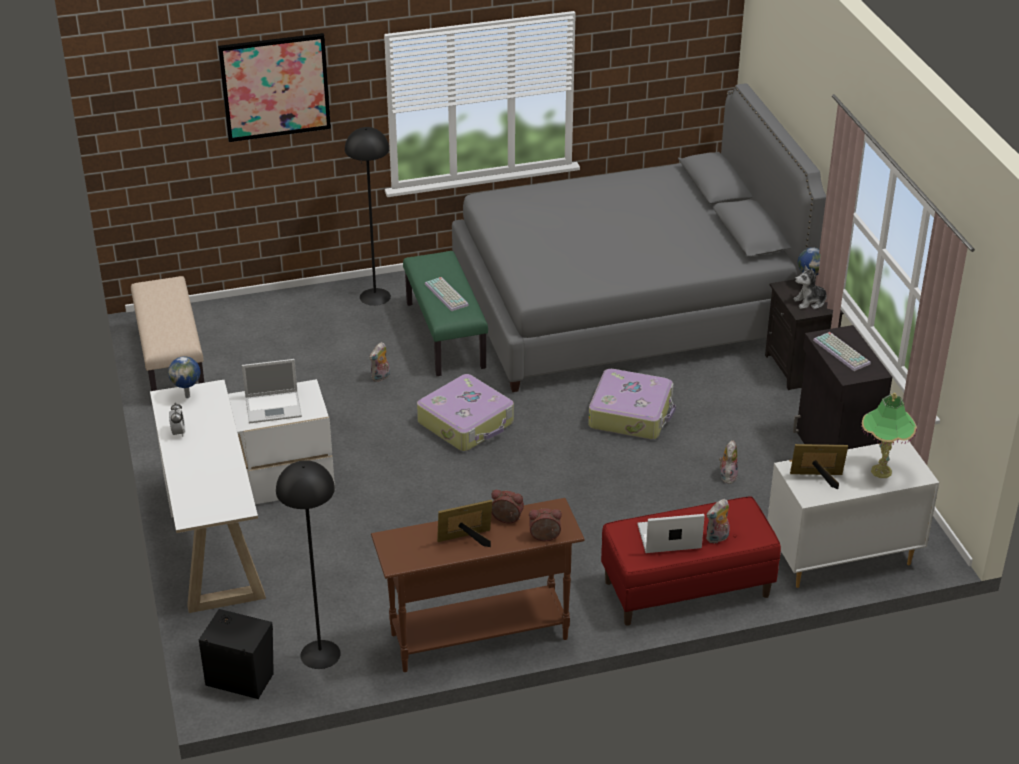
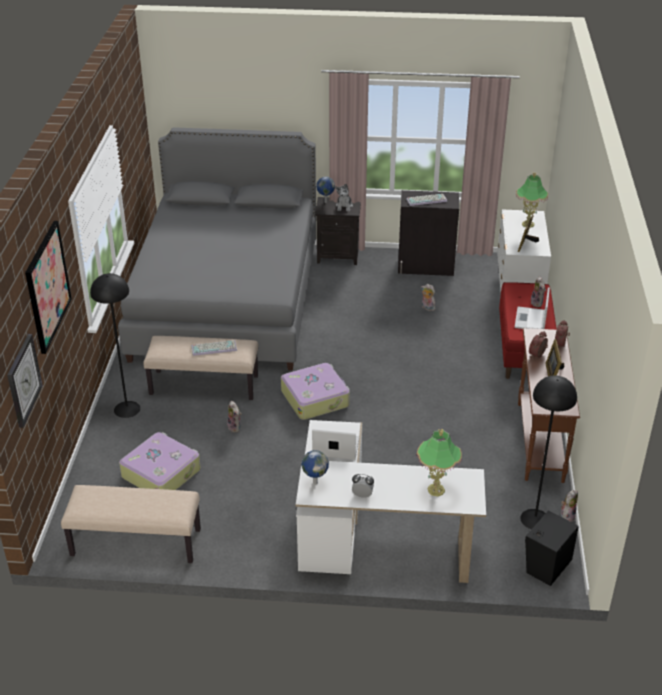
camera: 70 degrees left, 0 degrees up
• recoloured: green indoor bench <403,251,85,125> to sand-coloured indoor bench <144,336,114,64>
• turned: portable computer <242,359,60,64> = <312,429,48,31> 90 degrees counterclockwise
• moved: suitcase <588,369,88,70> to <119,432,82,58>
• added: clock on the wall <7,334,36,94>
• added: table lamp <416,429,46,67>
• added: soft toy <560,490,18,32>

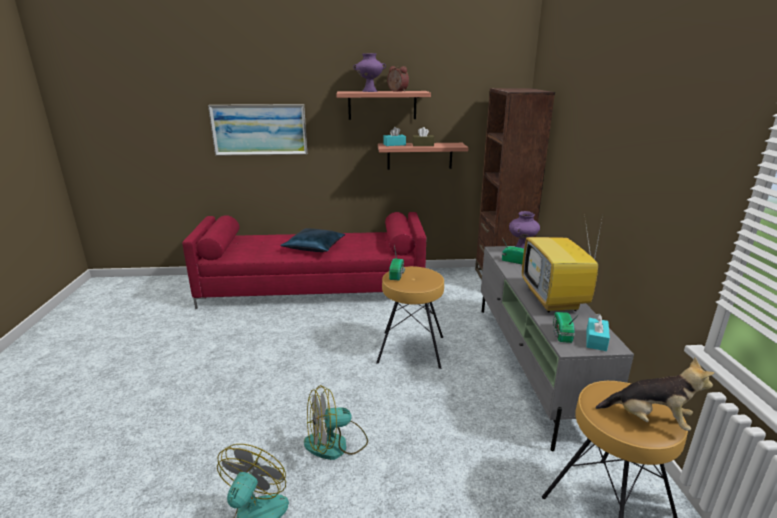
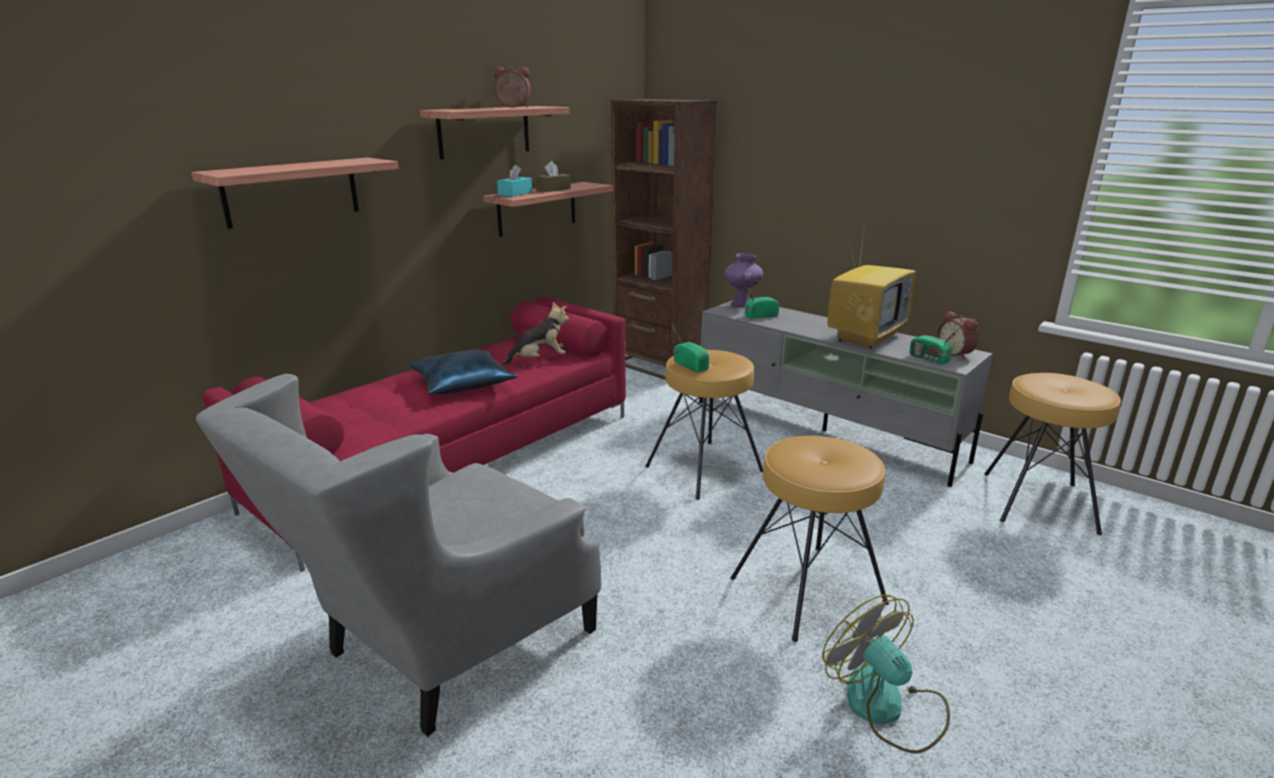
camera: 45 degrees left, 0 degrees up
• removed: purple vase <353,53,33,39>
• replaced: picture <208,104,99,52> to bracket shelf <191,157,208,72>
• turned: TV set <522,215,81,97> = <827,224,89,124> 90 degrees counterclockwise
• replaced: turquoise-coloured tissue box <586,314,24,37> to bedside clock <937,311,42,48>
• moved: soft toy <595,358,119,73> to <502,302,67,64>
• replaced: cooling fan <304,385,64,75> to brown stool <731,436,158,206>
• added: greyish lounge chair <196,374,405,363>

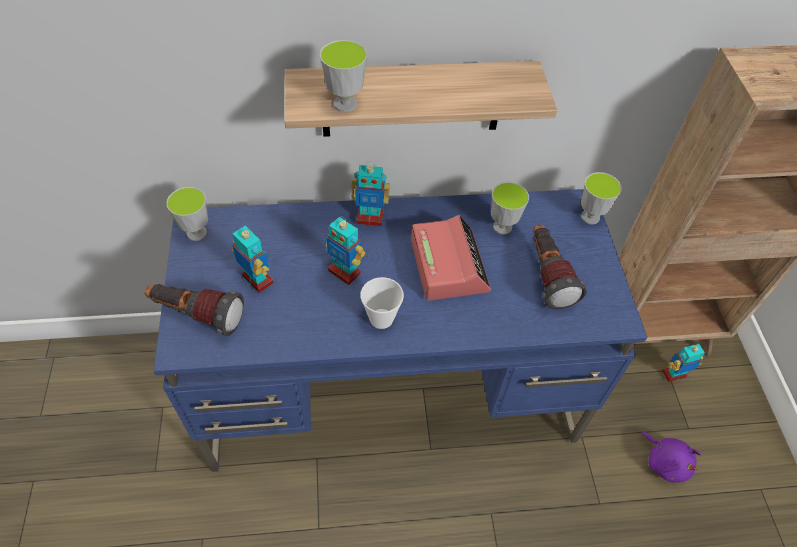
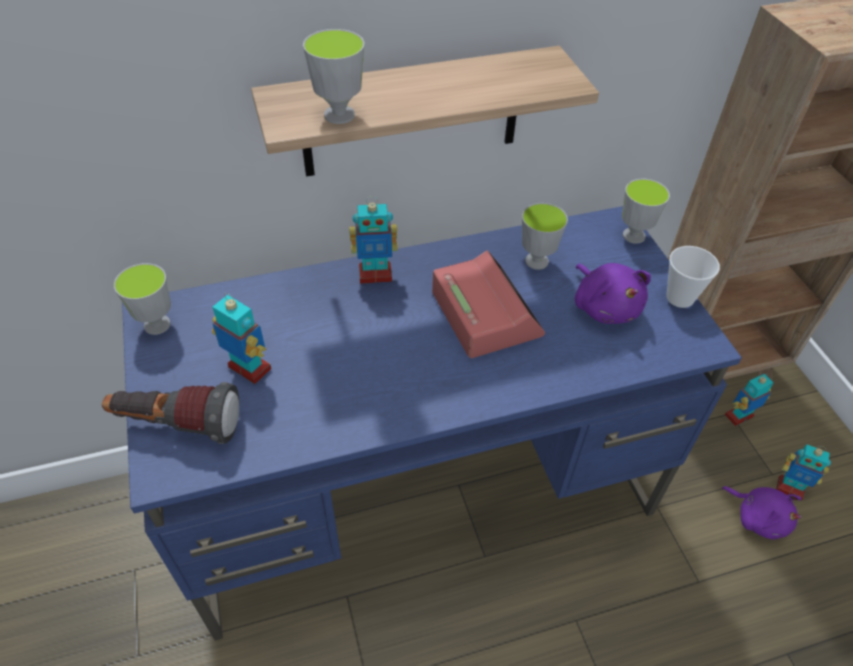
camera: 10 degrees left, 5 degrees down
• moved: model robot <326,217,39,68> to <776,444,55,57>
• replaced: flashlight <533,225,54,84> to purple soft toy <575,263,76,61>
• moved: drinking cup <360,277,44,52> to <666,246,54,62>

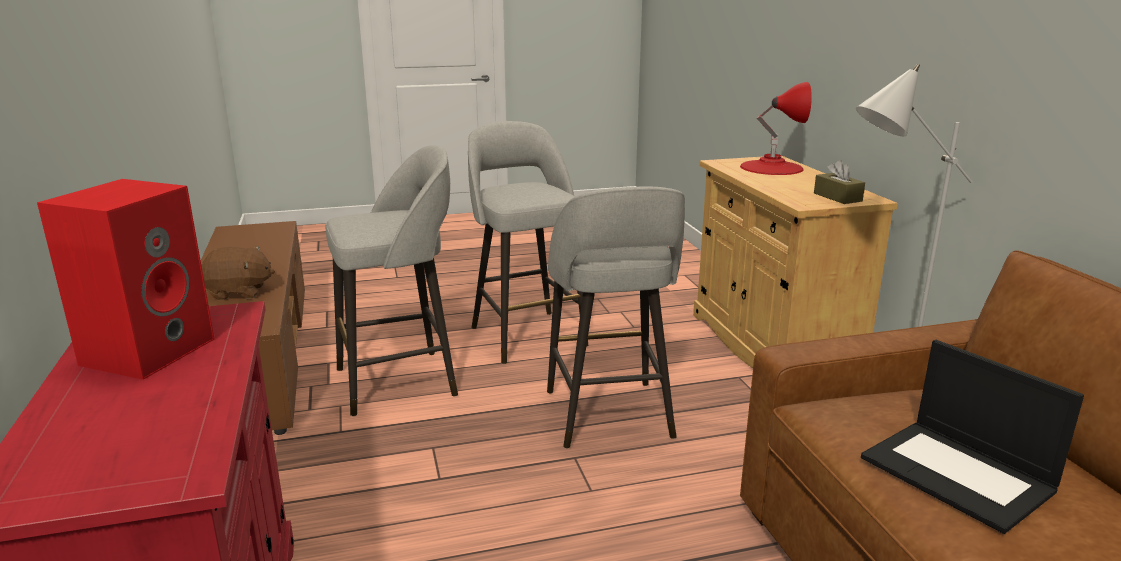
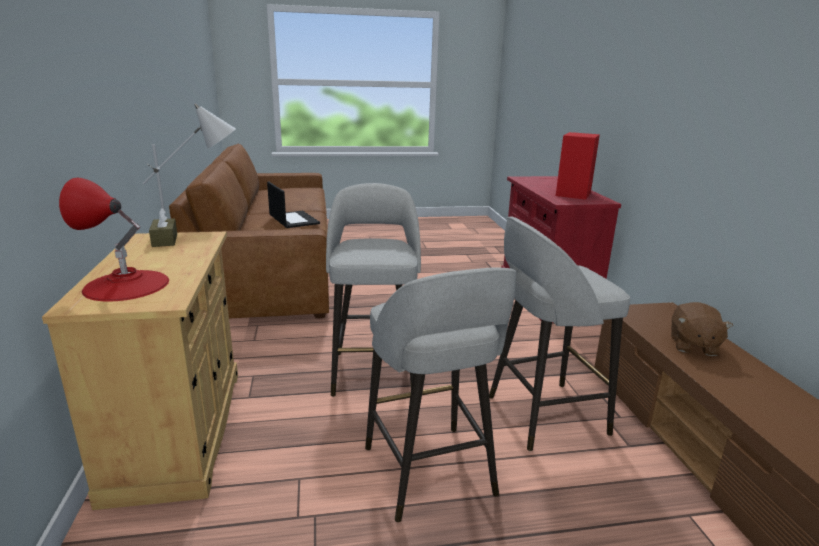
camera: 175 degrees left, 0 degrees up
• turned: brown soft toy <201,246,74,54> = <671,302,62,54> 75 degrees counterclockwise

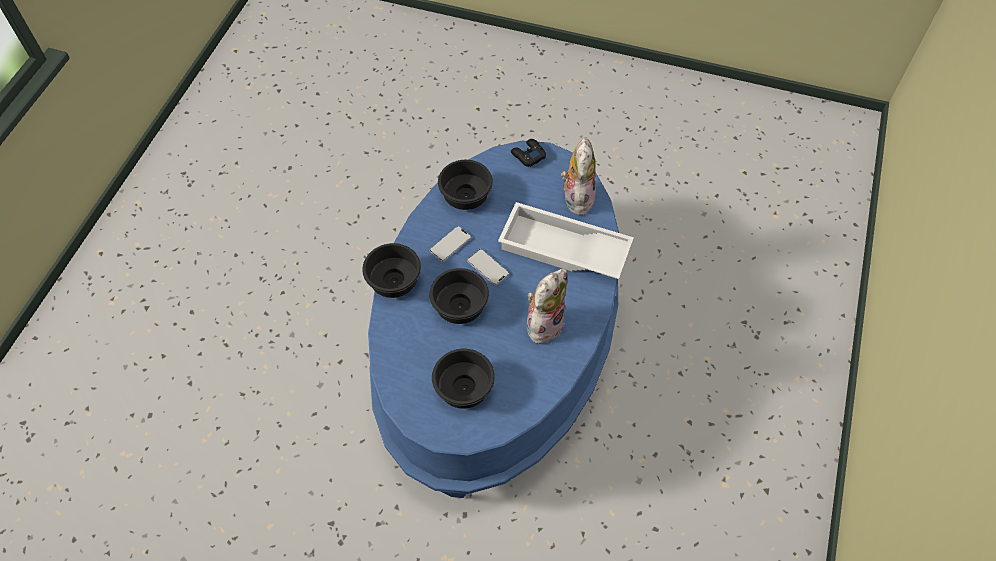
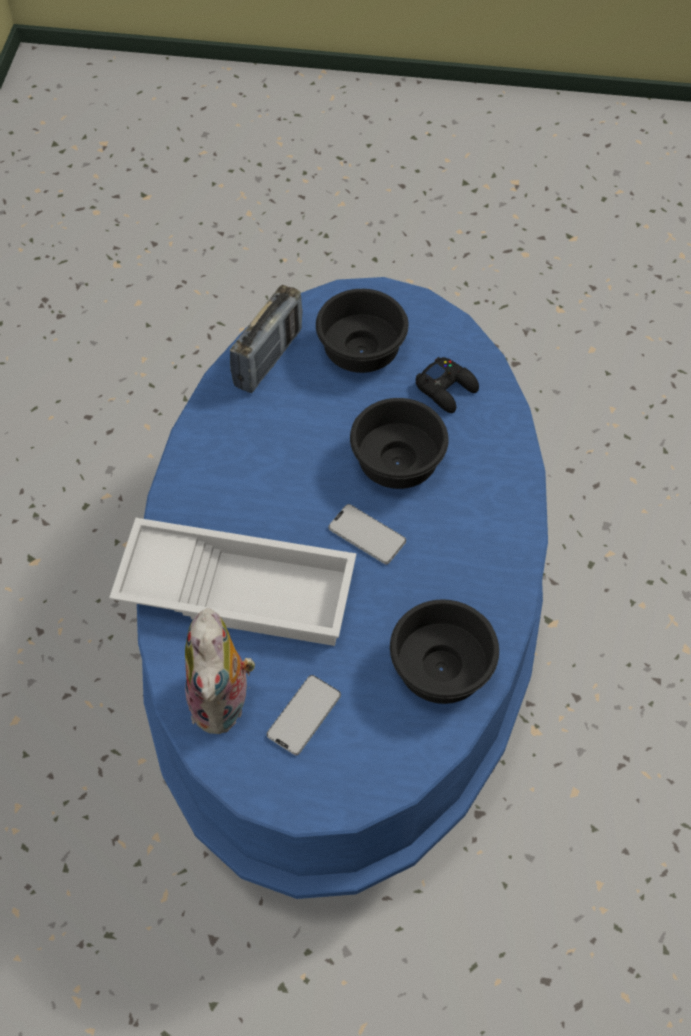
camera: 170 degrees right, 0 degrees up
• moved: blackish gamepad <511,139,35,28> to <415,357,64,56>
• moved: handset <430,226,41,36> to <267,675,74,80>
• removed: blackish serving bowl <362,243,59,55>
• removed: soft toy <527,268,40,76>
• added: radio set <230,285,72,108>

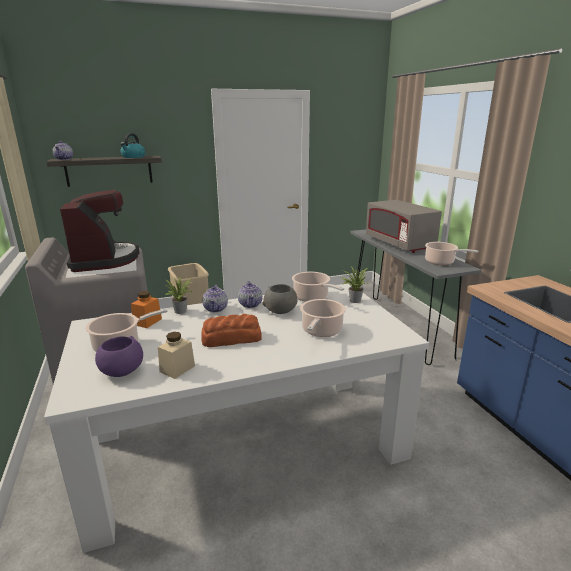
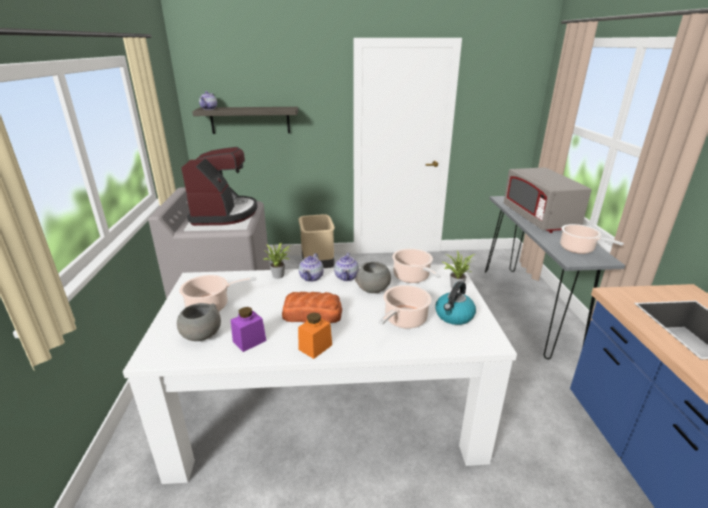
camera: 15 degrees right, 5 degrees up
• moved: tea kettle <120,133,25,25> to <435,281,41,44>
• moved: orange jar <131,291,31,37> to <298,312,34,47>
• recoloured: sand-coloured jar <158,332,37,47> to purple jar <231,307,35,45>
• recoloured: purple serving bowl <95,336,48,41> to greyish serving bowl <177,303,44,38>

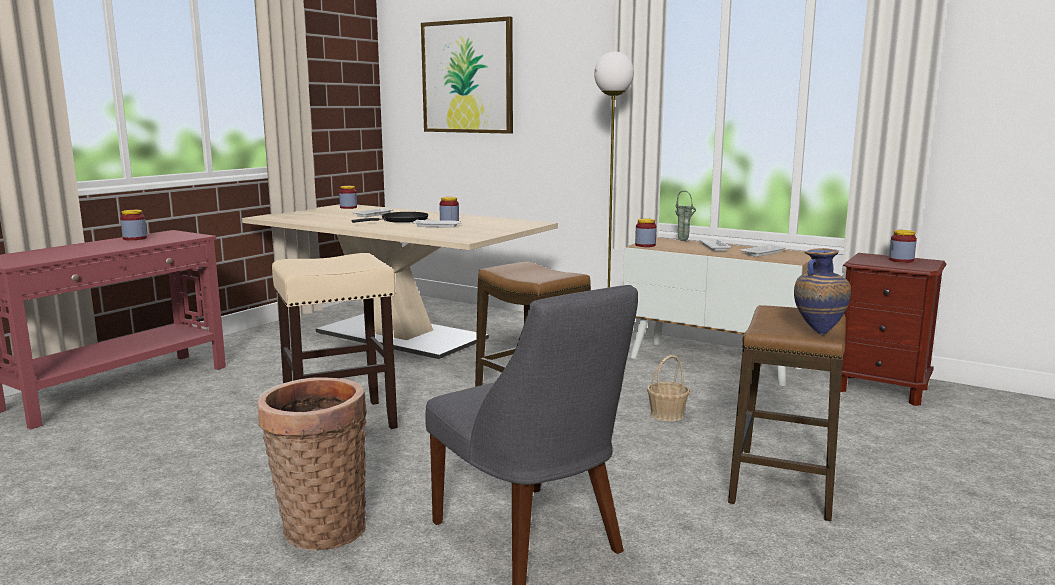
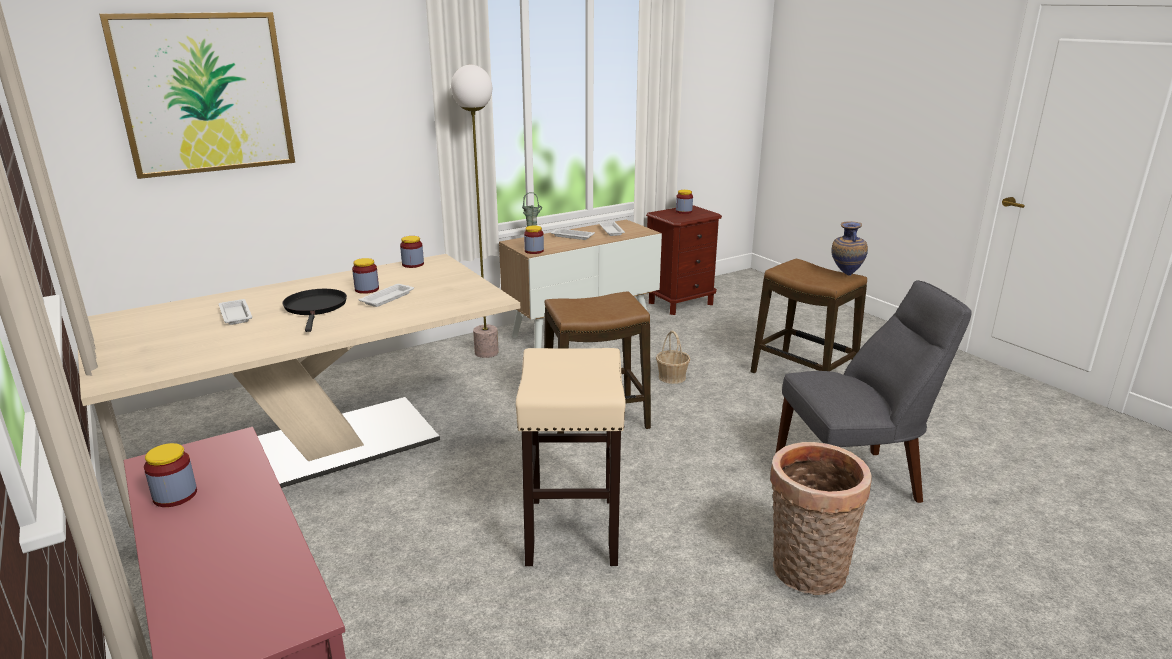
camera: 65 degrees left, 10 degrees up
• moved: jar <339,186,18,23> to <400,236,24,32>

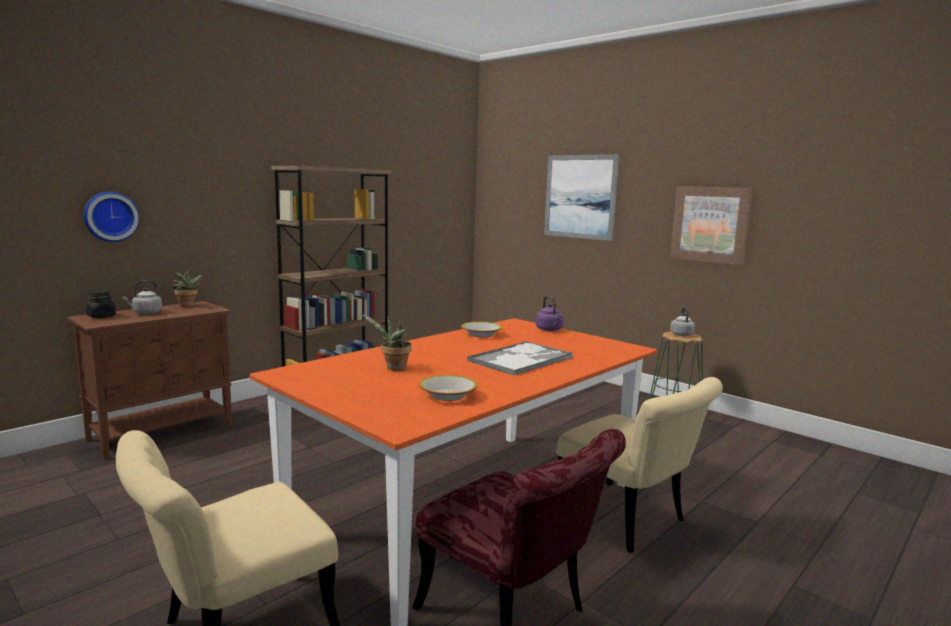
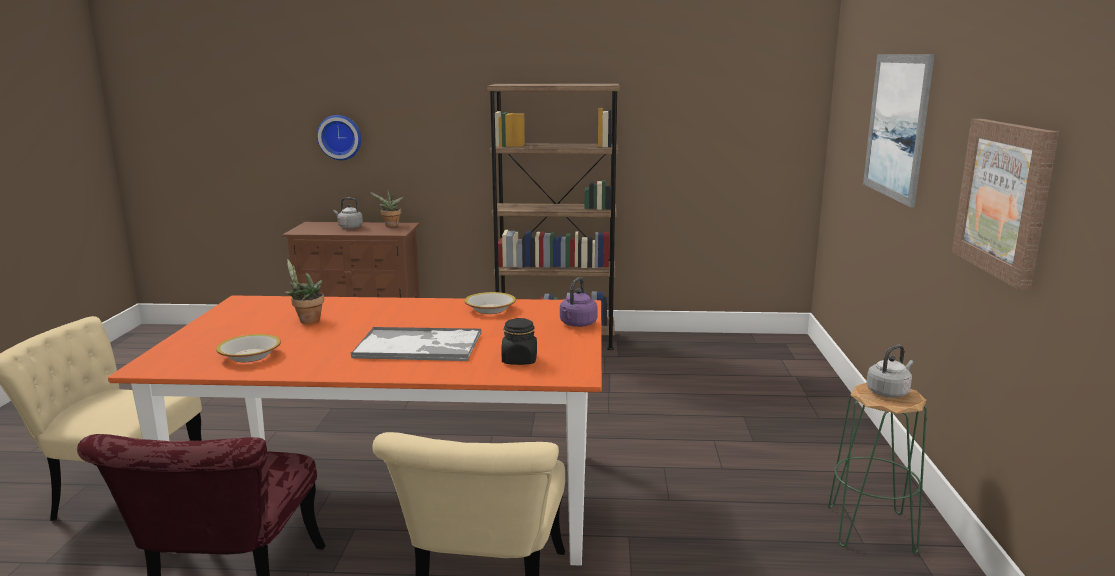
camera: 50 degrees right, 5 degrees up
• moved: blackish jar <86,290,30,28> to <501,318,36,47>

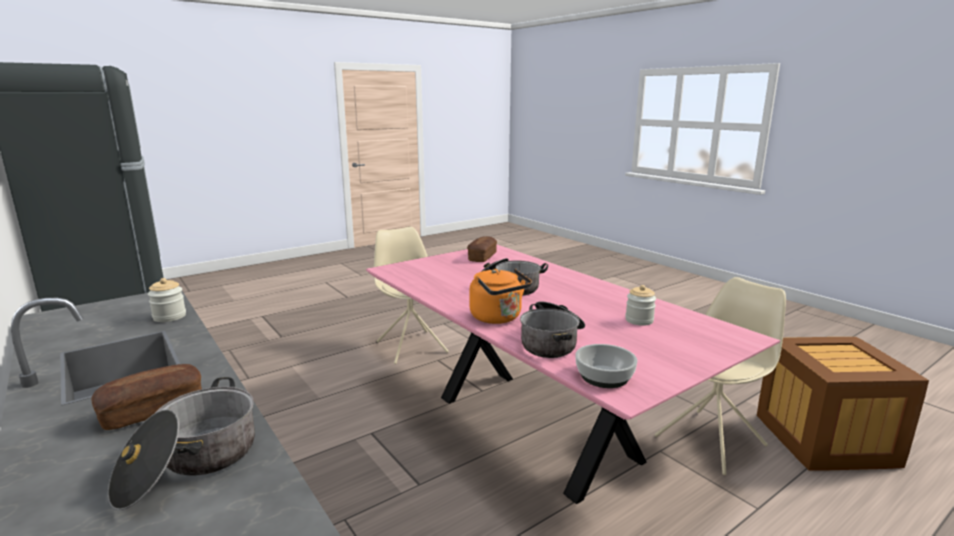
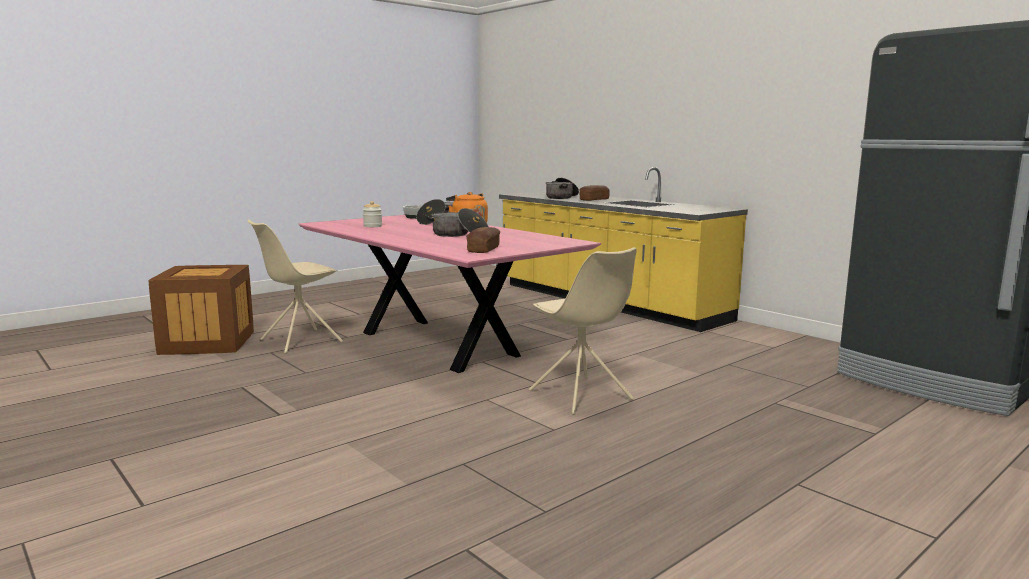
camera: 175 degrees right, 5 degrees down
• removed: jar <148,278,38,44>

